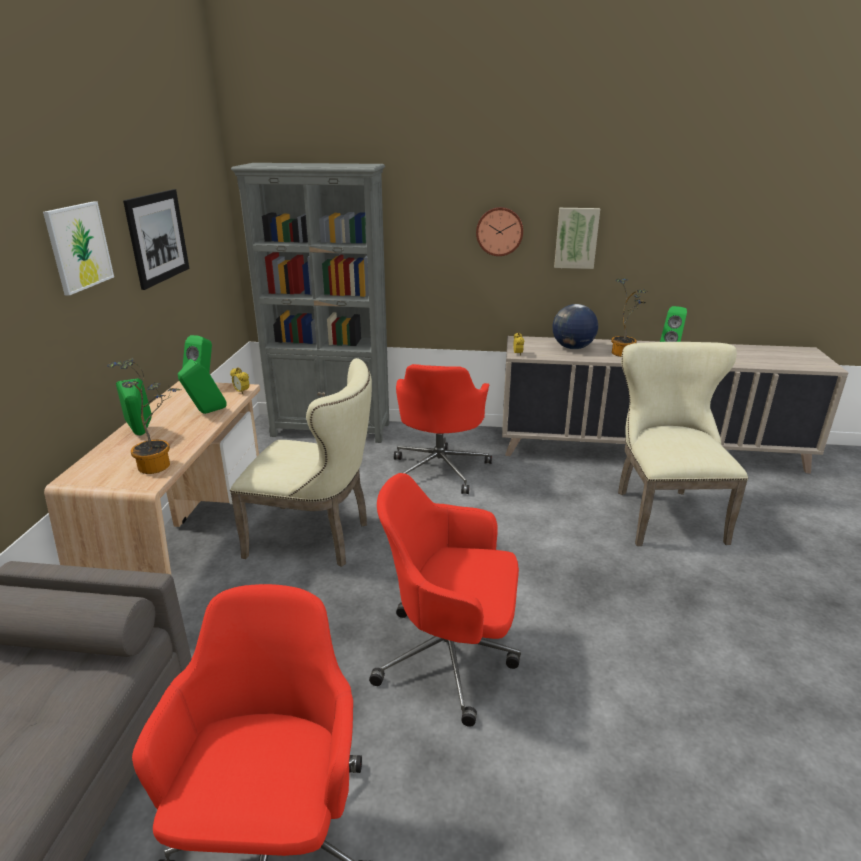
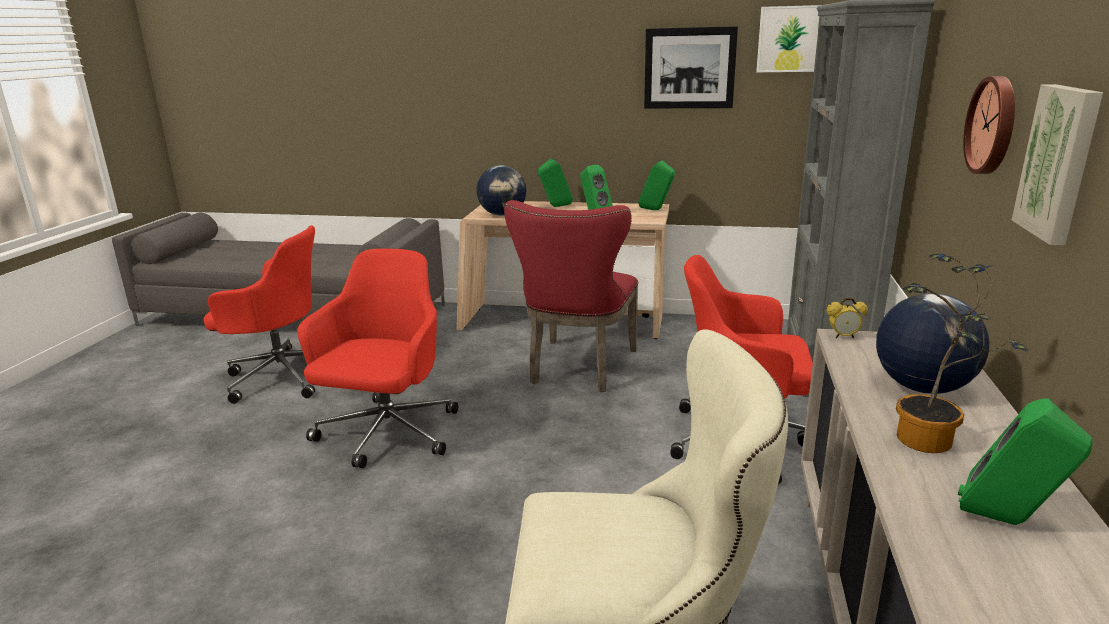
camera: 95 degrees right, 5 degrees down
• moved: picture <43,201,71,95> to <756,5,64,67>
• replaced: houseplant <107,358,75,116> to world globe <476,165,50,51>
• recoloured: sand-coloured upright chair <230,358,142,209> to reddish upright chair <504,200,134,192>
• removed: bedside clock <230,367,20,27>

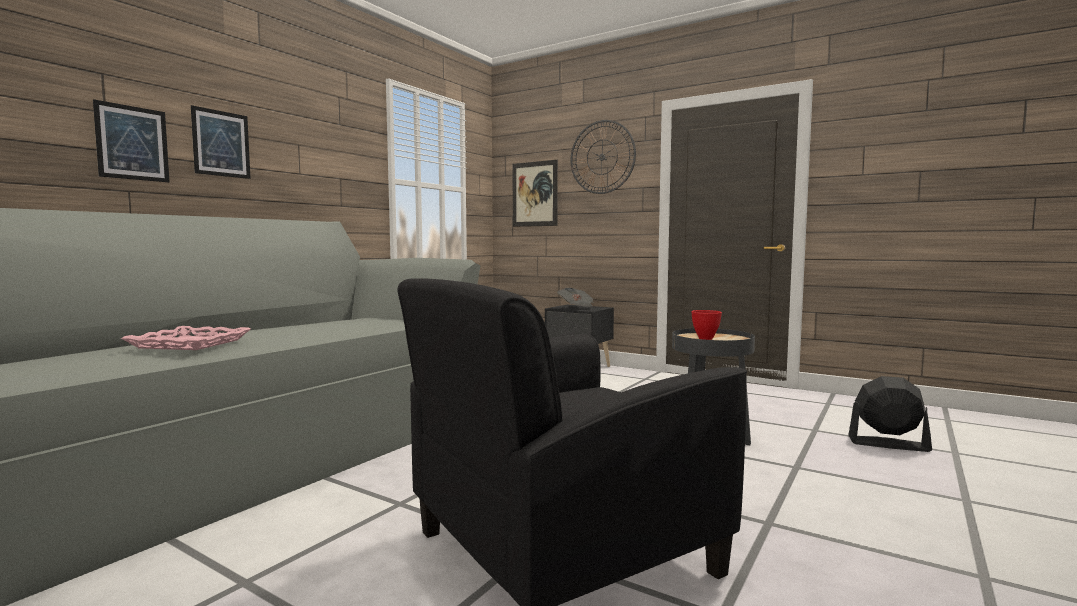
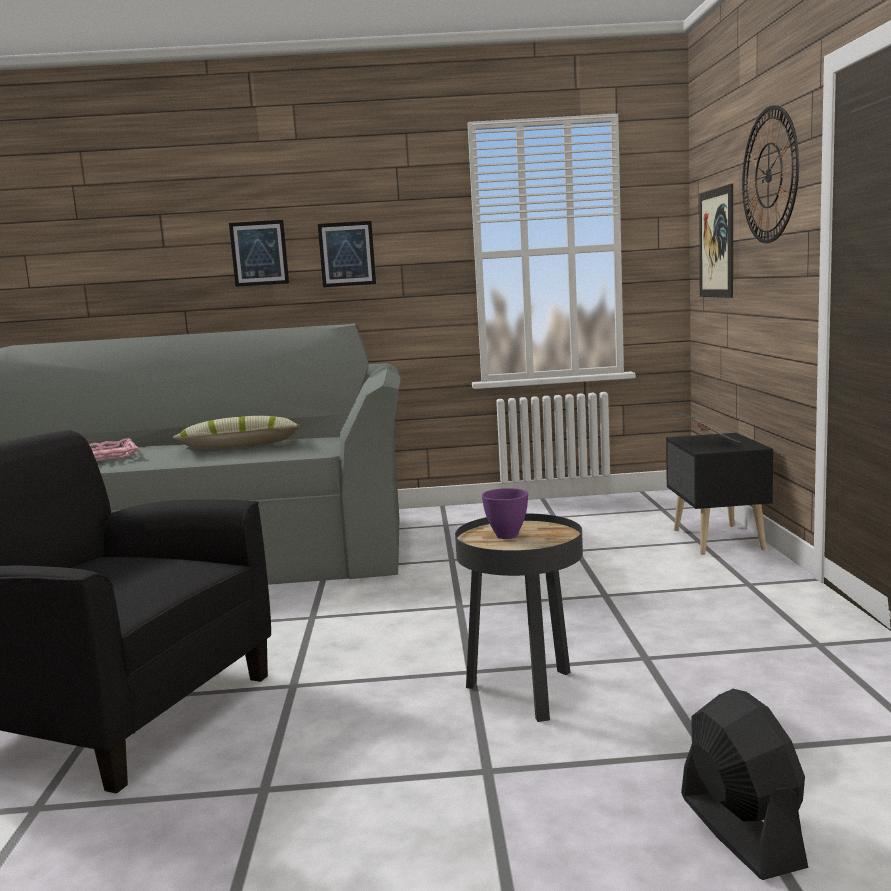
camera: 55 degrees right, 5 degrees up
• moved: picture <93,99,76,83> to <318,221,58,66>
• recoloured: reddish serving bowl <691,310,31,30> to purple serving bowl <482,488,46,51>
• added: pillow <172,416,129,33>

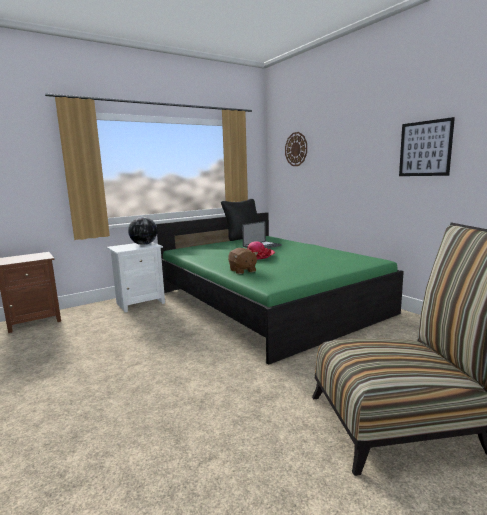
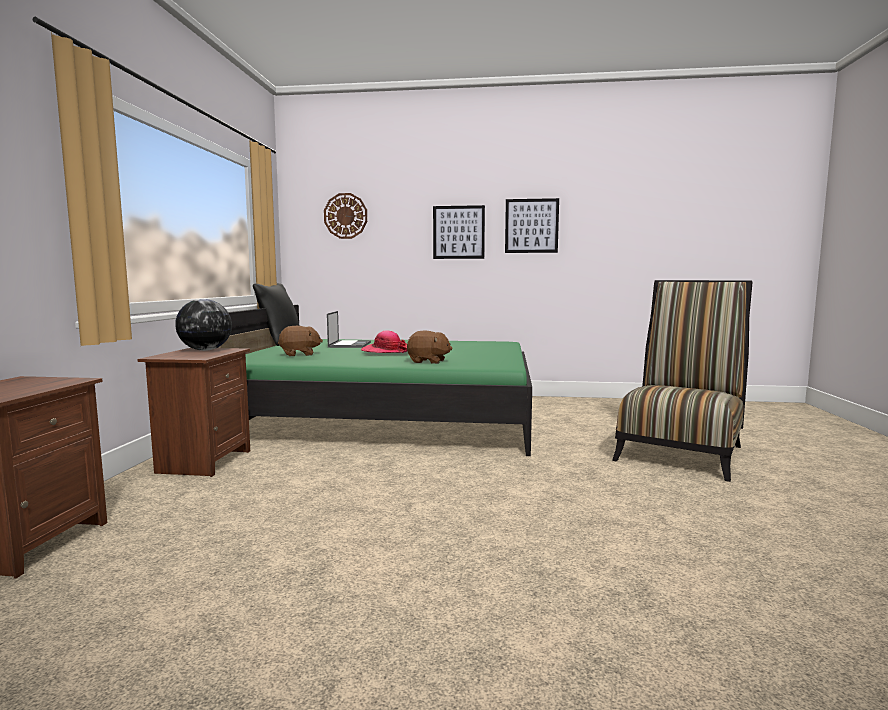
camera: 50 degrees left, 5 degrees down
• recoloured: white-coloured bedside table <107,242,58,71> to brown bedside table <137,348,113,129>
• added: picture <433,205,52,54>
• added: brown soft toy <278,326,45,30>

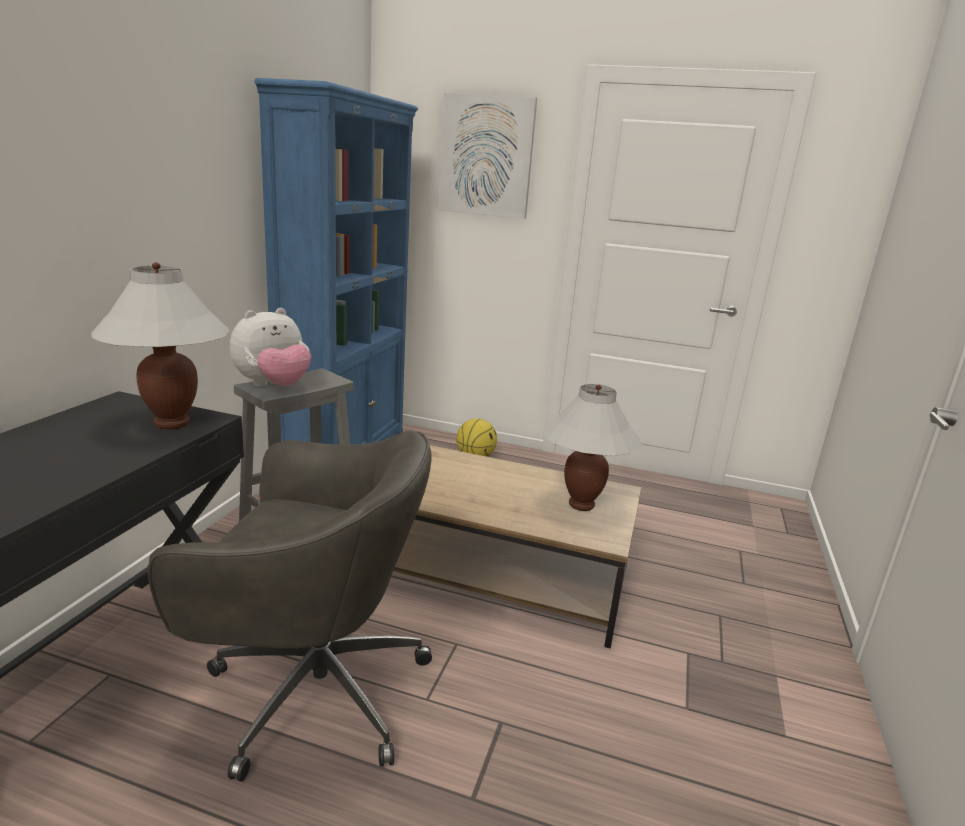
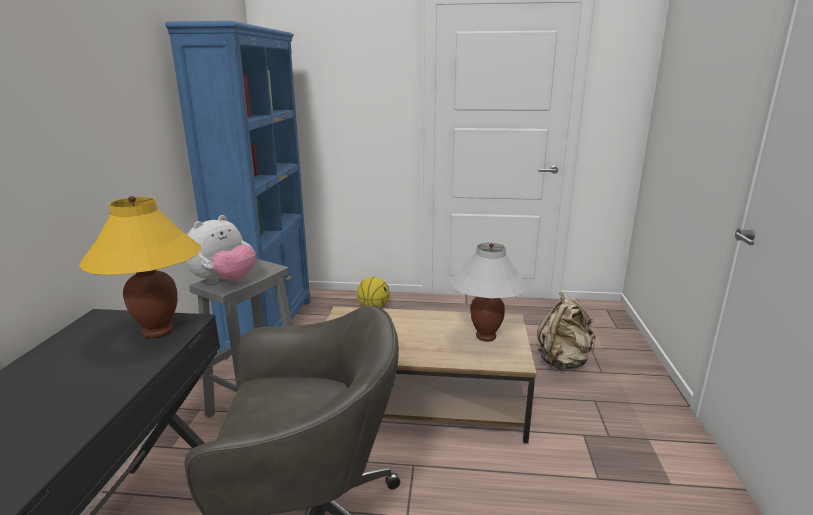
camera: 10 degrees left, 0 degrees up
• removed: picture <438,93,99,126>
• recoloured: white-coloured table lamp <91,262,139,168> to yellow-coloured table lamp <79,196,122,142>
• added: sand-coloured backpack <537,292,59,78>

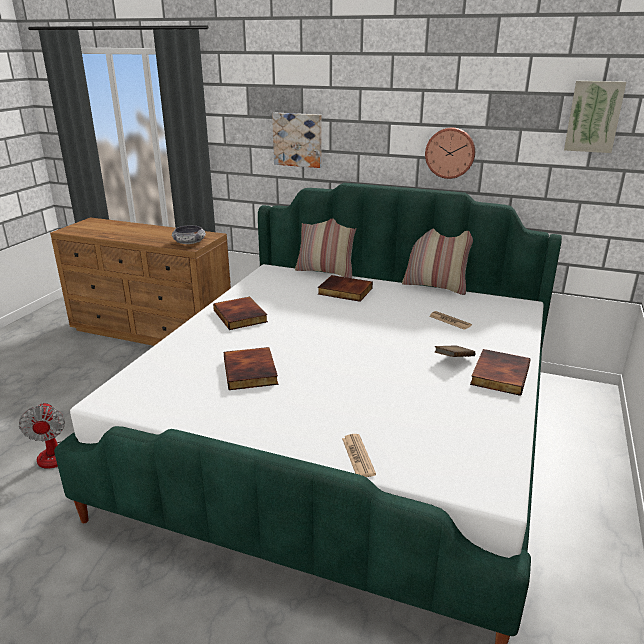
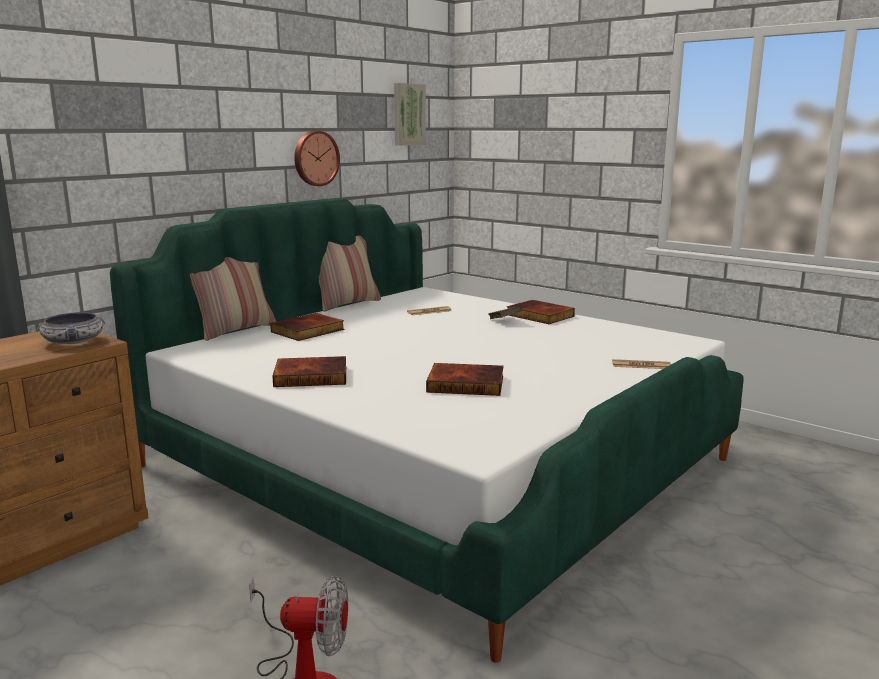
camera: 70 degrees left, 10 degrees down
• removed: picture <272,113,50,55>

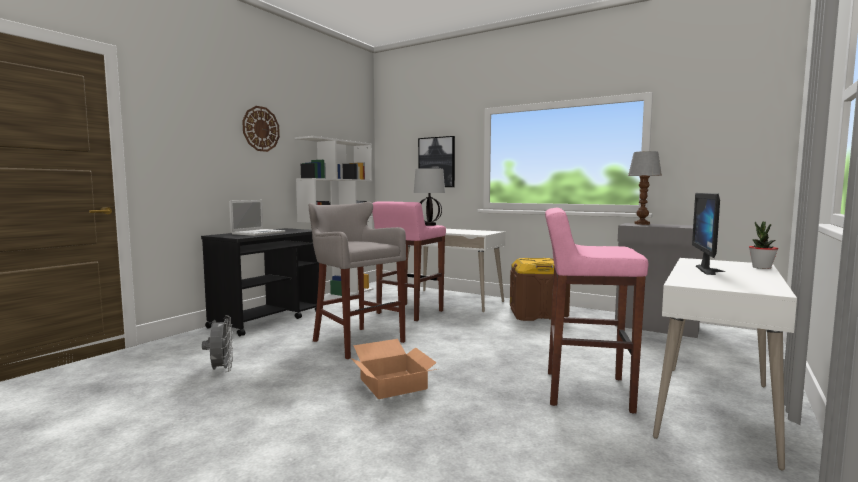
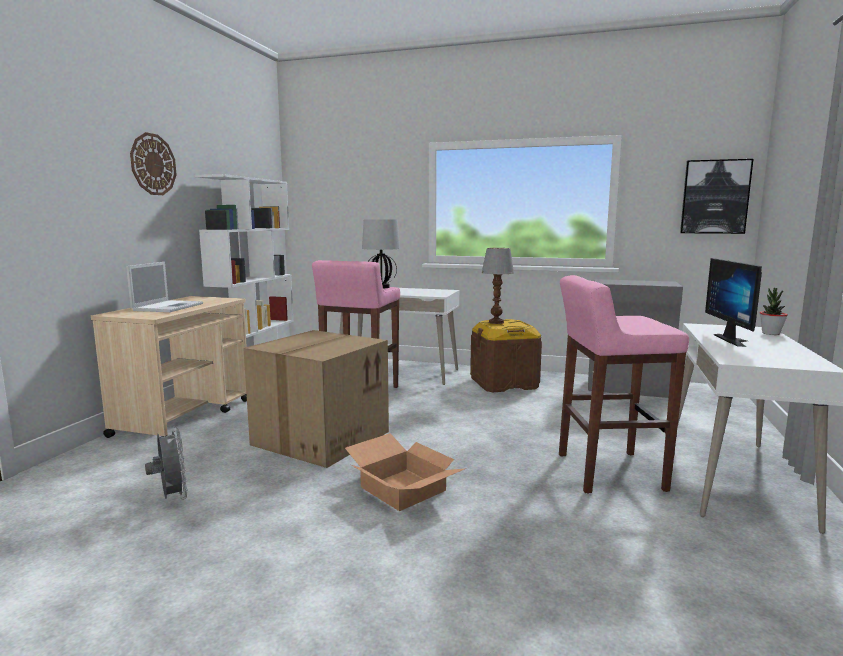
camera: 15 degrees left, 5 degrees up
• moved: picture <418,136,37,51> to <680,159,73,75>
• moved: table lamp <628,151,34,74> to <481,248,33,76>
• replaced: greyish stool <308,202,98,157> to packing box <243,330,146,138>
• recoloured: blackish cart <201,228,118,109> to sand-coloured cart <91,296,156,142>

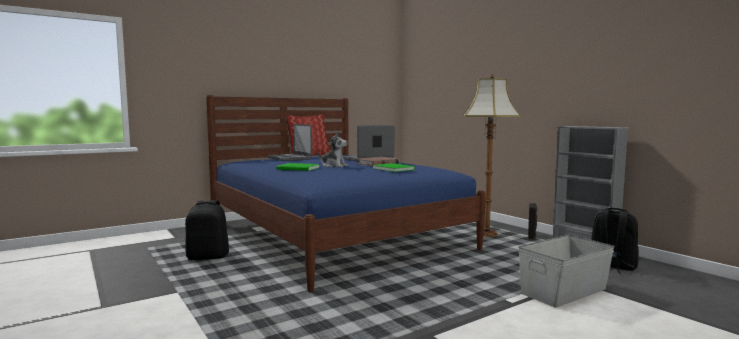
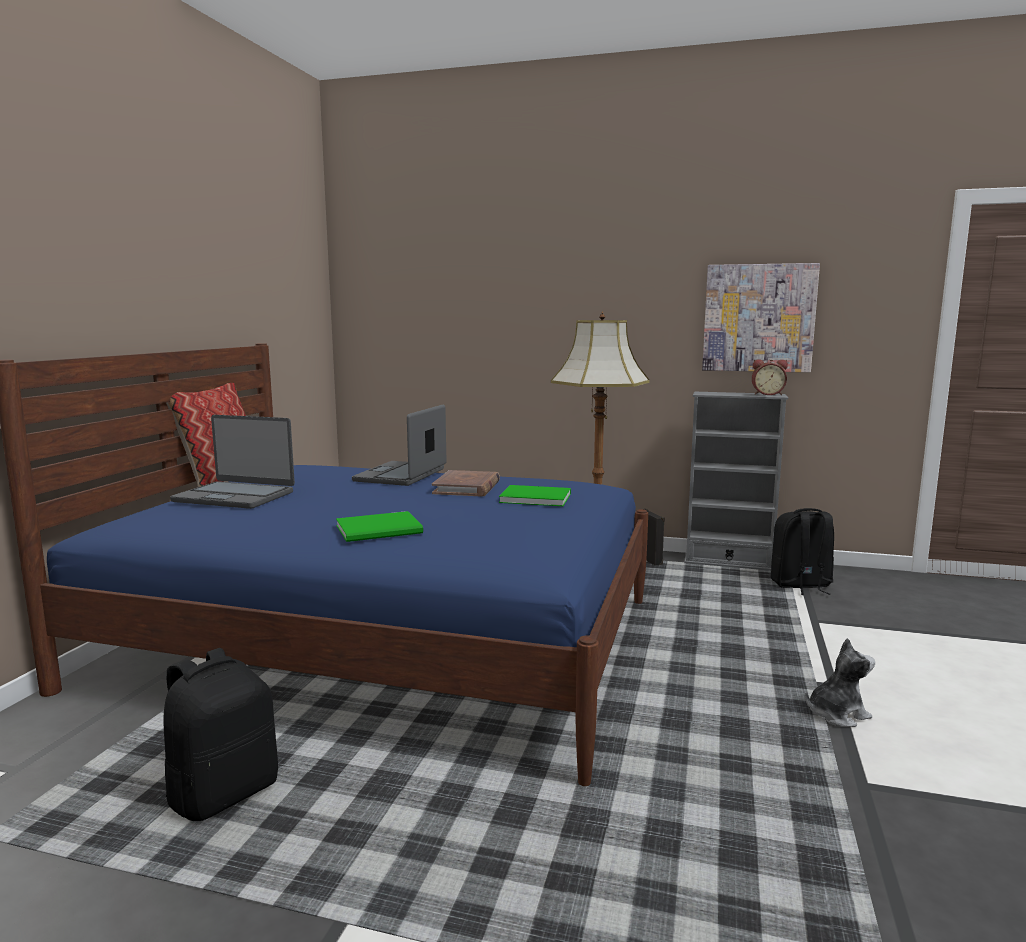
camera: 40 degrees left, 5 degrees up
• moved: soft toy <318,132,30,35> to <805,638,70,89>
• removed: greyish storage bin <518,235,97,72>
• added: picture <702,263,118,109>
• added: bedside clock <752,359,36,36>

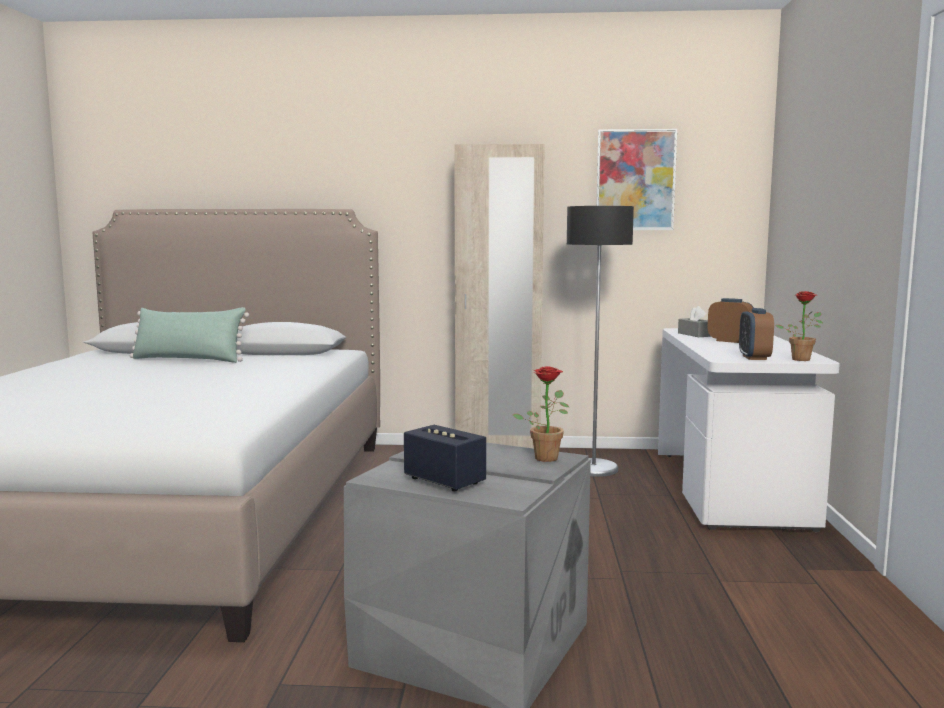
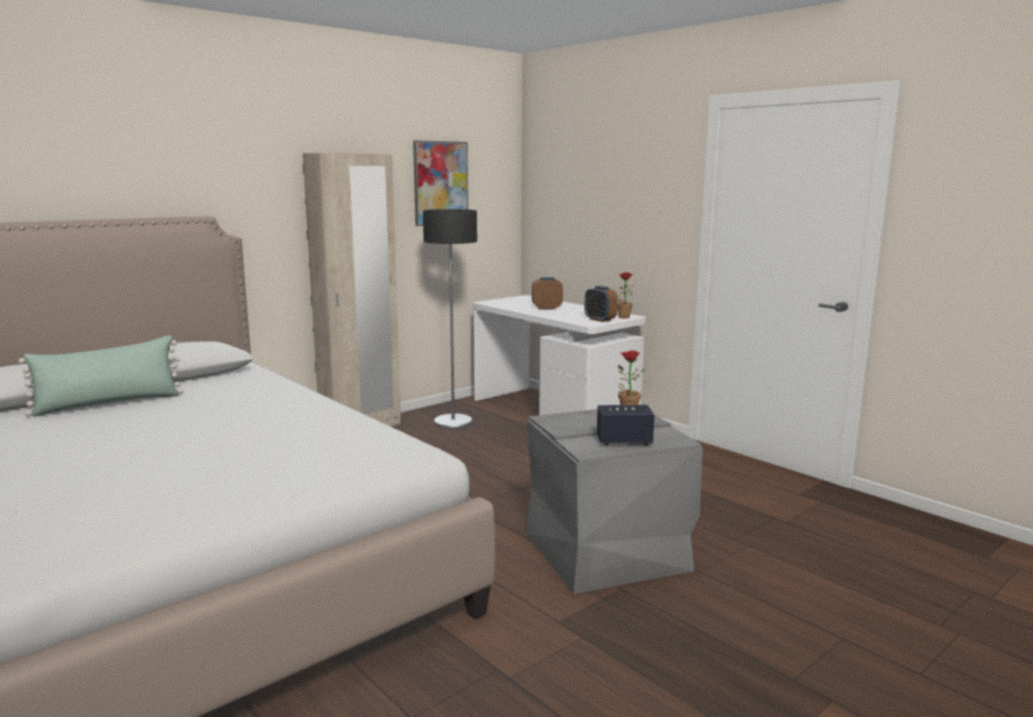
camera: 45 degrees left, 5 degrees up
• removed: greyish tissue box <678,306,33,31>

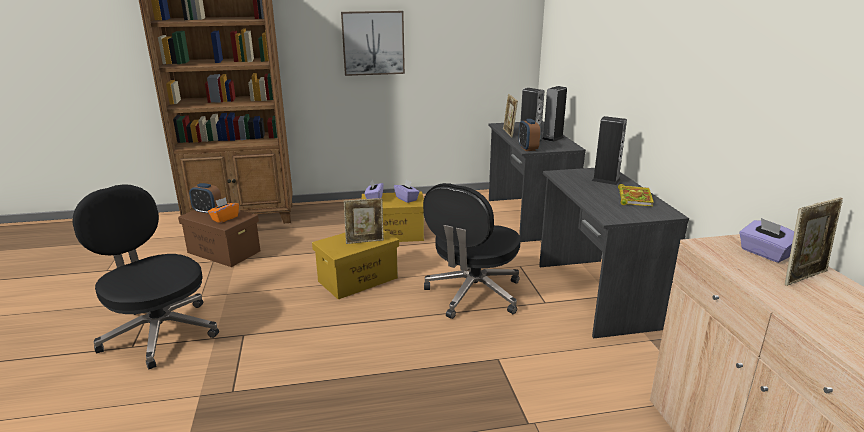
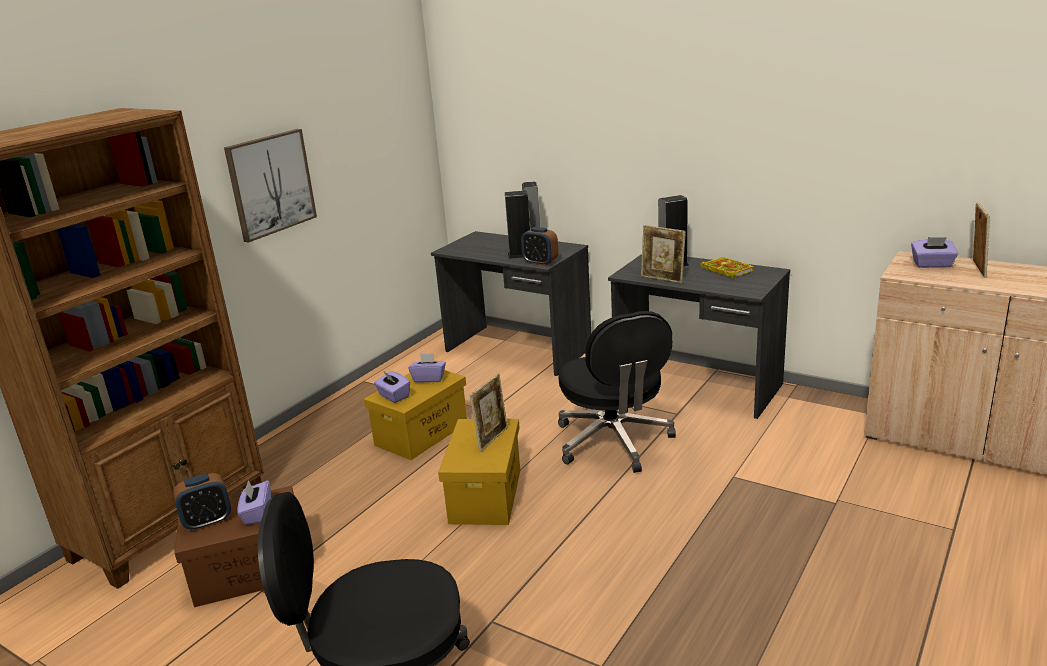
camera: 45 degrees left, 0 degrees up
• moved: picture frame <503,94,15,44> to <641,225,45,58>
• recoloured: orange tissue box <208,197,31,26> to purple tissue box <237,480,34,45>

